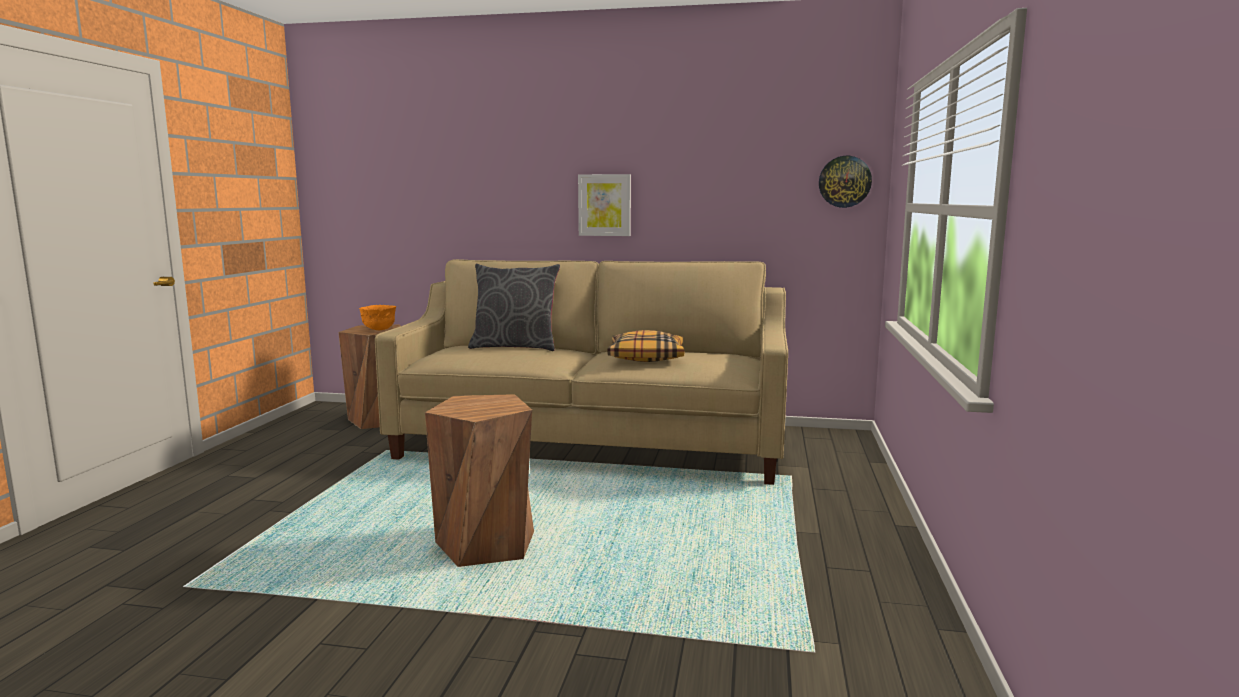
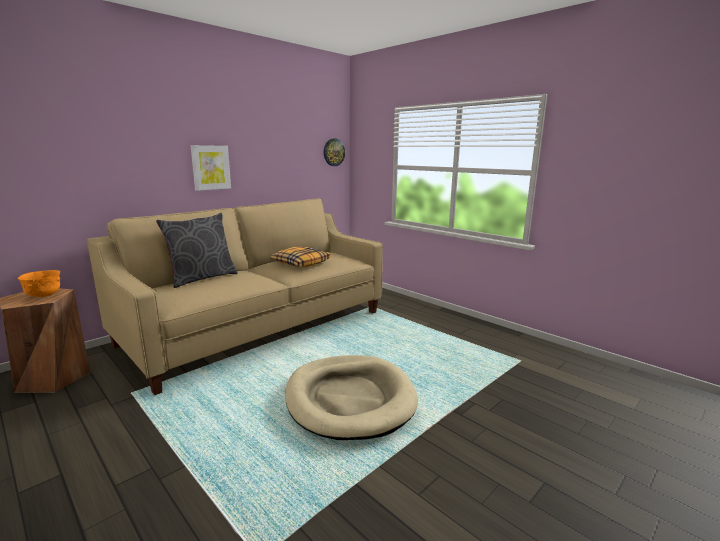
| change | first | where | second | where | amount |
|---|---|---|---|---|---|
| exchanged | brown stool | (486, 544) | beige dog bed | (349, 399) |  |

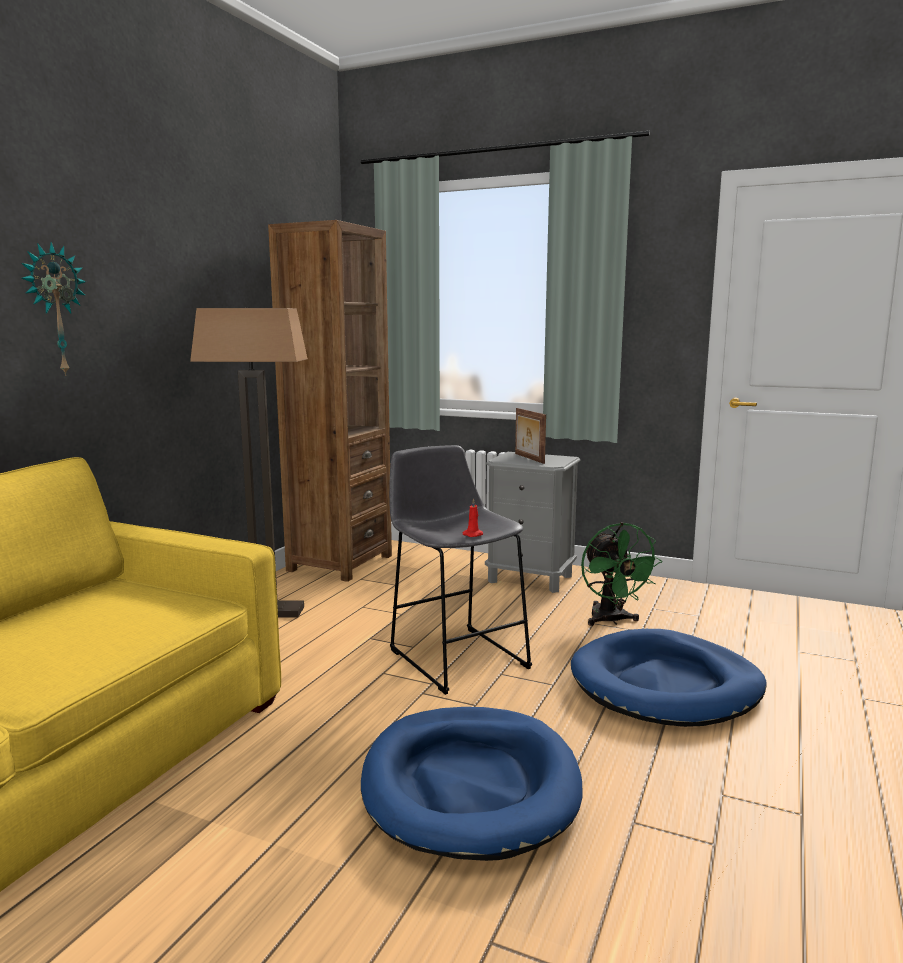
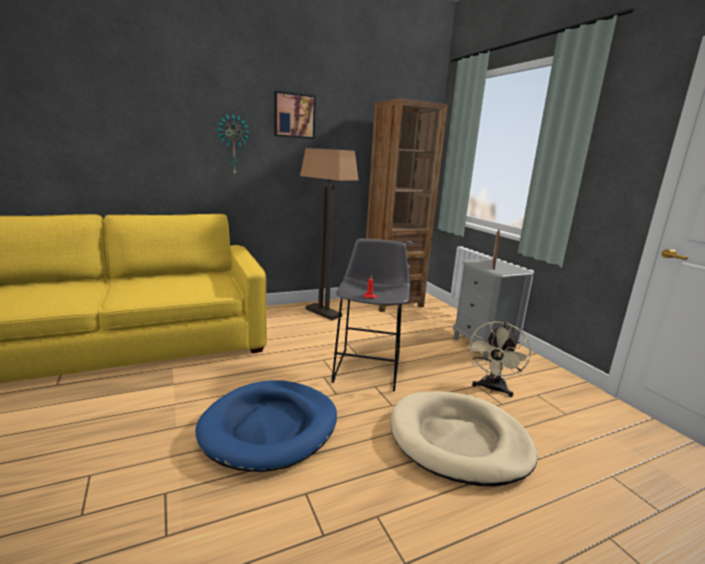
| change | first | where | second | where | amount |
|---|---|---|---|---|---|
| appeared |  |  | picture | (294, 116) |  |
| colour | blue dog bed | (666, 685) | beige dog bed | (459, 440) |  |
| colour | green fan | (611, 621) | beige fan | (492, 389) |  |

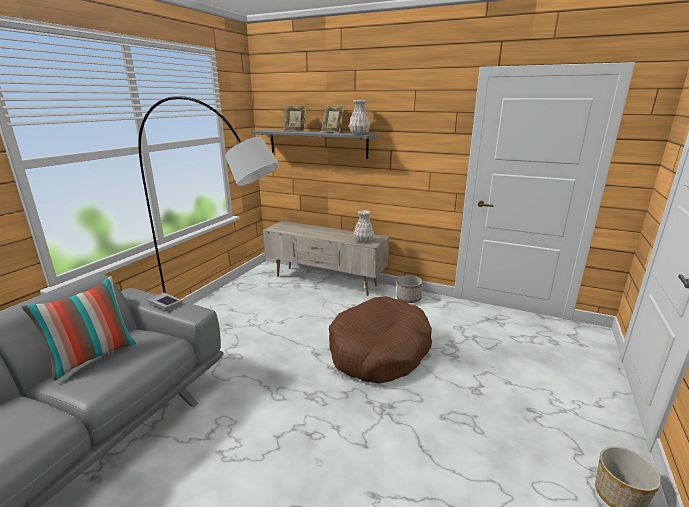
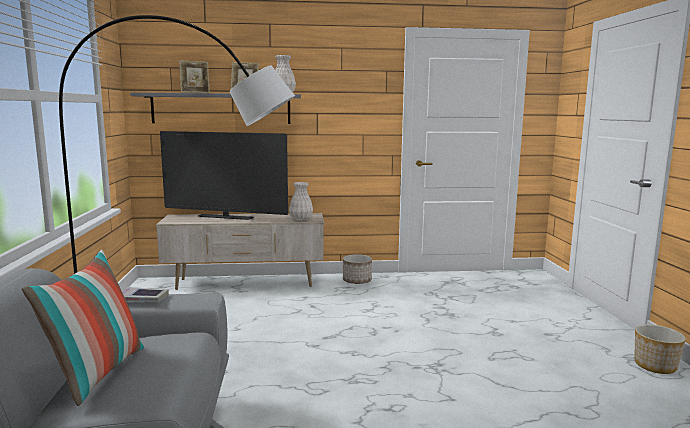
| change | first | where | second | where | amount |
|---|---|---|---|---|---|
| appeared |  |  | television | (225, 217) |  |
| missing | brown dog bed | (379, 351) |  |  |  |

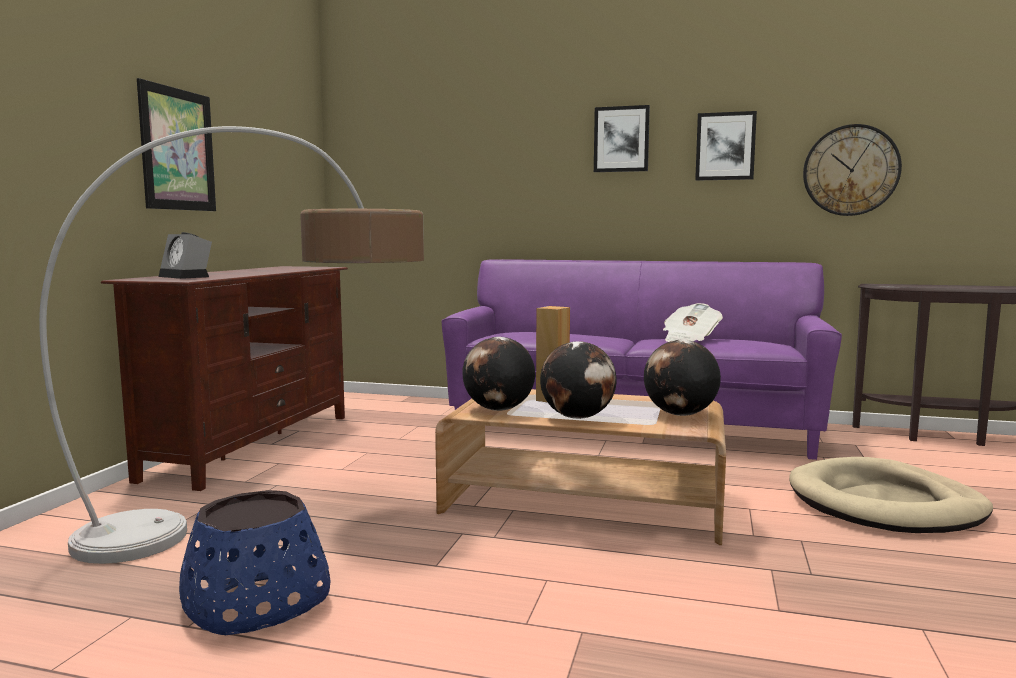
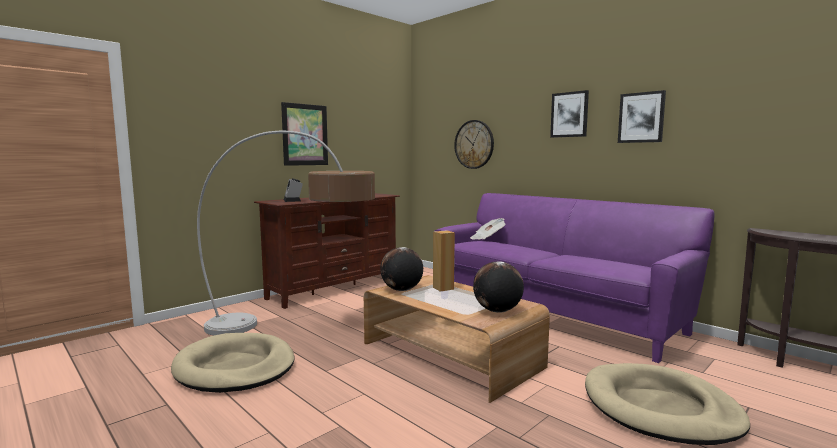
| change | first | where | second | where | amount |
|---|---|---|---|---|---|
| exchanged | blue planter | (256, 602) | beige dog bed | (235, 367) |  |
| relocated | wall clock | (850, 170) |  | (474, 144) |  |
| relocated | newspaper | (689, 339) |  | (487, 238) |  |
| missing | globe | (578, 417) |  |  |  |

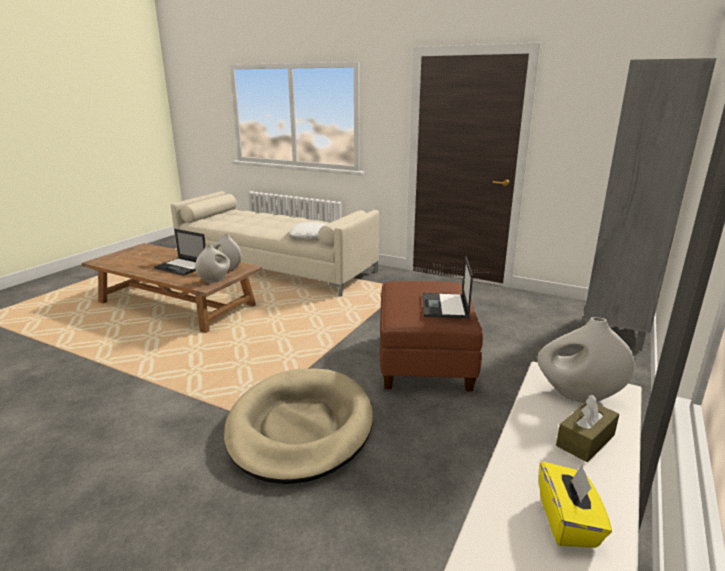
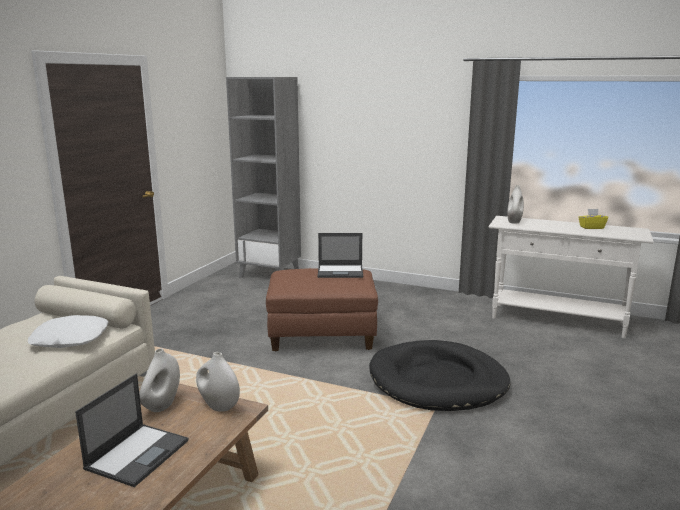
| change | first | where | second | where | amount |
|---|---|---|---|---|---|
| colour | beige dog bed | (300, 428) | black dog bed | (438, 381) |  |
| missing | brown tissue box | (585, 440) |  |  |  |

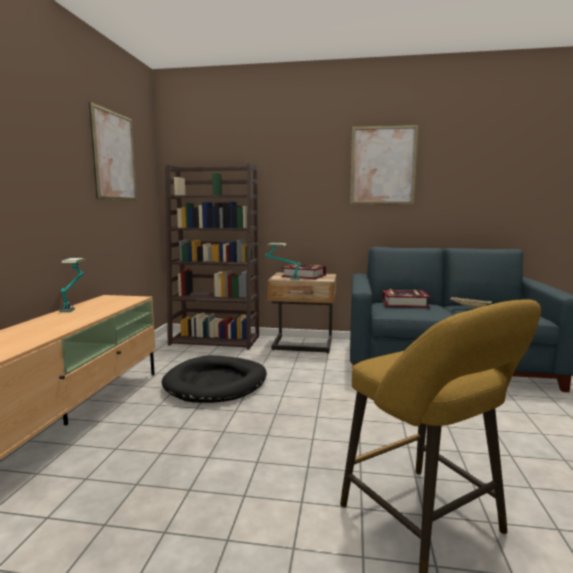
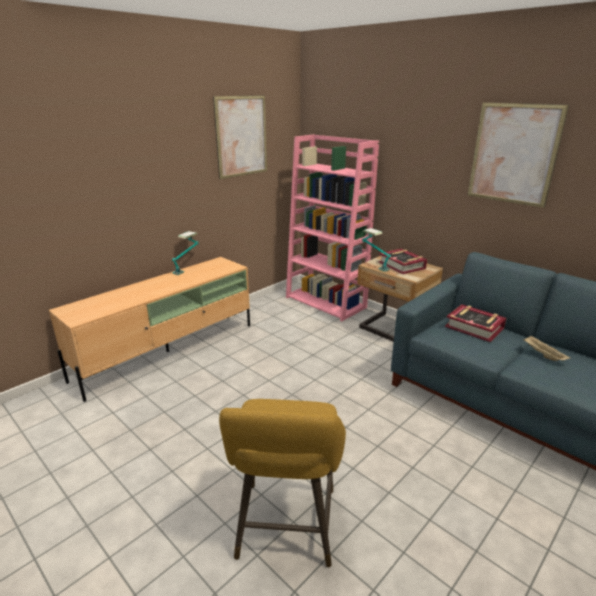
| change | first | where | second | where | amount |
|---|---|---|---|---|---|
| colour | brown bookcase | (216, 340) | pink bookcase | (326, 302) |  |
| missing | black dog bed | (216, 383) |  |  |  |

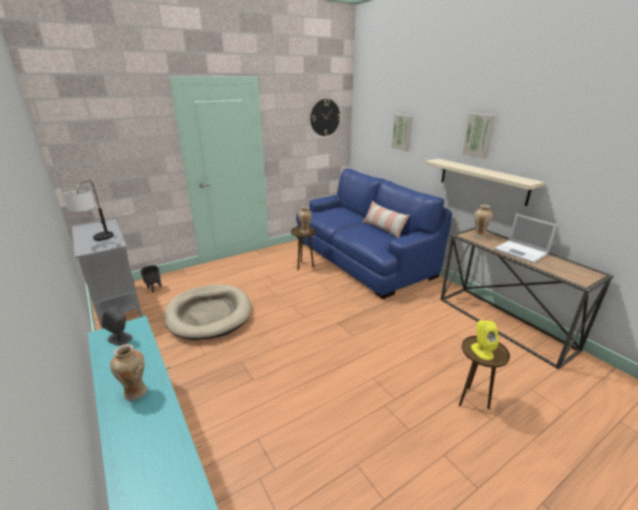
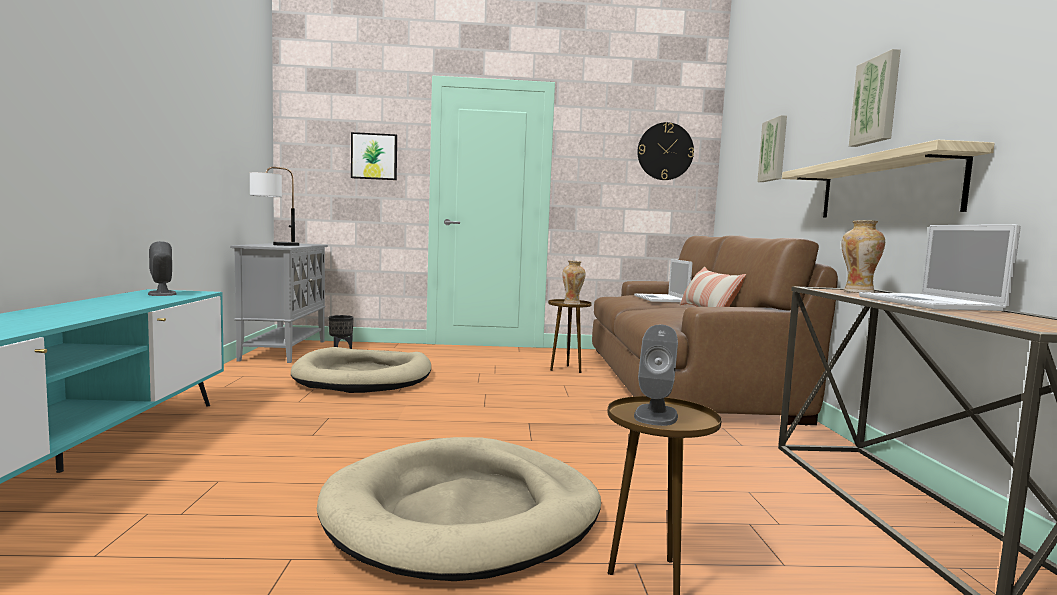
| change | first | where | second | where | amount |
|---|---|---|---|---|---|
| appeared |  |  | beige dog bed | (464, 514) |  |
| appeared |  |  | picture | (374, 156) |  |
| colour | blue sofa | (361, 257) | brown sofa | (681, 380) |  |
| appeared |  |  | laptop | (661, 299) |  |
| colour | yellow speaker | (481, 351) | grey speaker | (656, 415) |  |
| missing | vase | (136, 392) |  |  |  |

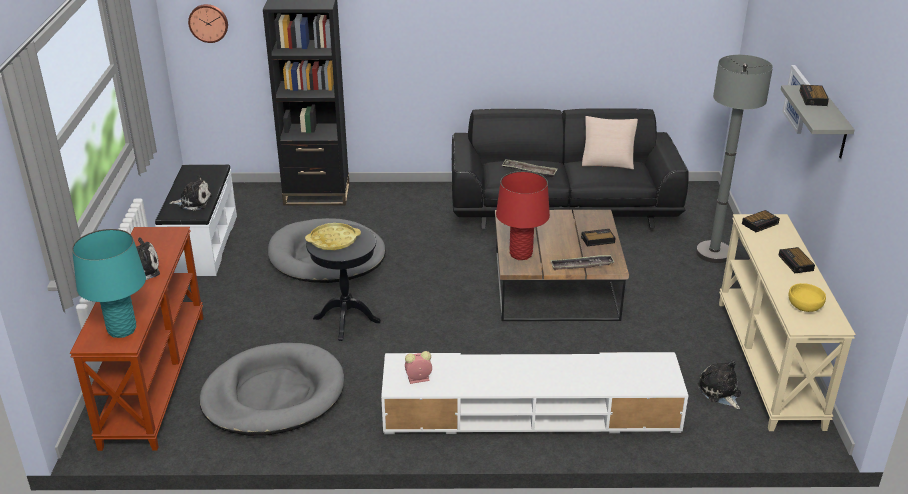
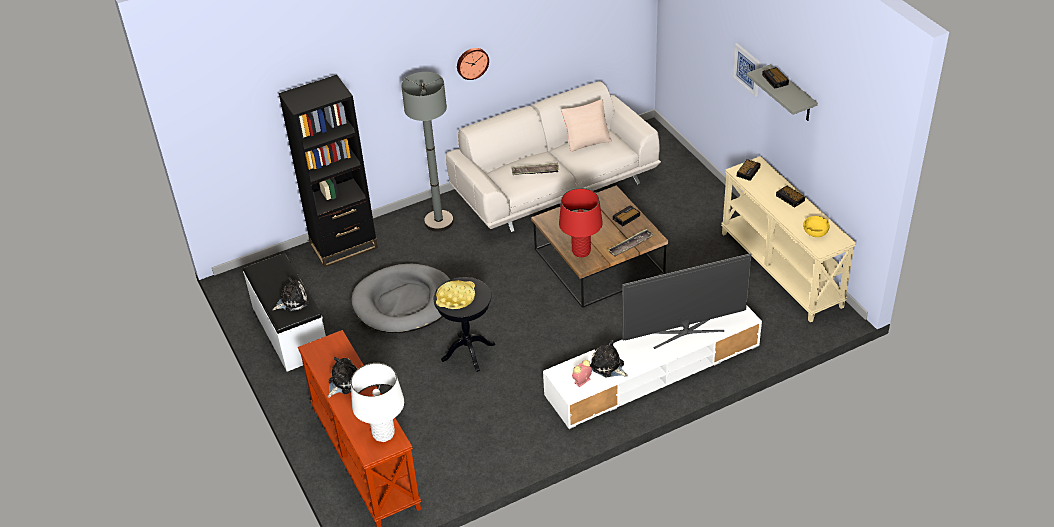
| change | first | where | second | where | amount |
|---|---|---|---|---|---|
| colour | turquoise table lamp | (122, 330) | white table lamp | (383, 434) |  |
| relocated | grey floor lamp | (713, 253) |  | (439, 222) |  |
| colour | black sofa | (562, 208) | white sofa | (554, 187) |  |
| relocated | wall clock | (208, 22) |  | (472, 63) |  |
| relocated | plush toy | (720, 392) |  | (608, 366) |  |
| appeared |  |  | television | (685, 331) |  |
| missing | grey dog bed | (273, 394) |  |  |  |

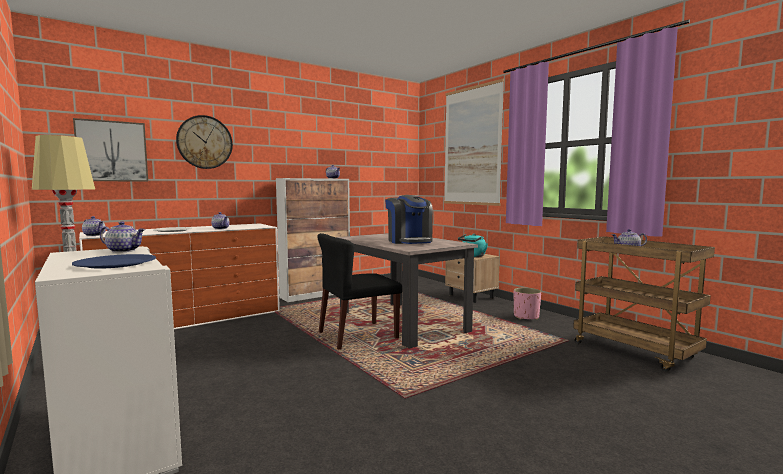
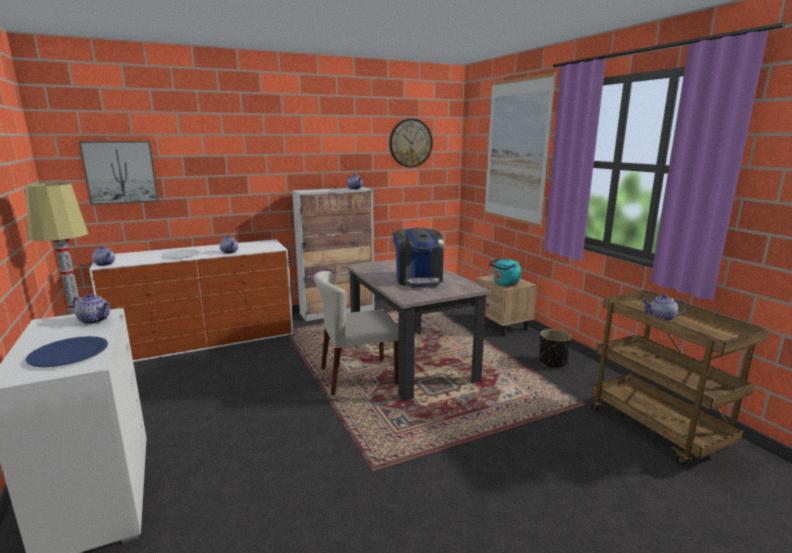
| change | first | where | second | where | amount |
|---|---|---|---|---|---|
| colour | black chair | (357, 336) | beige chair | (358, 377) |  |
| relocated | wall clock | (204, 142) |  | (410, 143) |  |
| colour | pink planter | (526, 317) | black planter | (552, 362) |  |

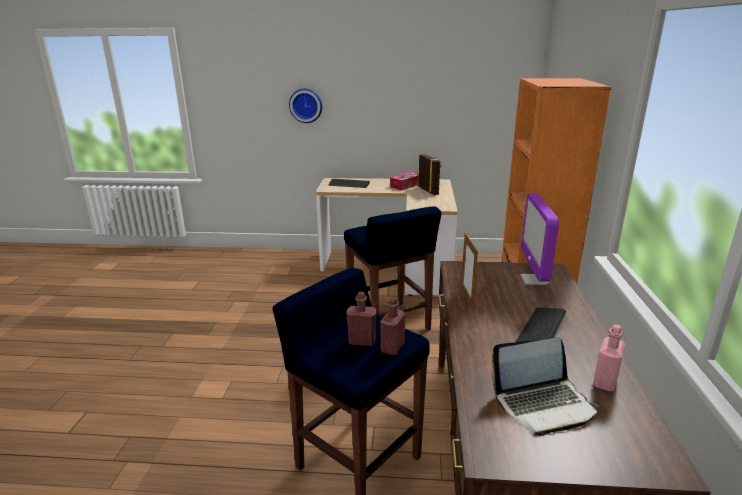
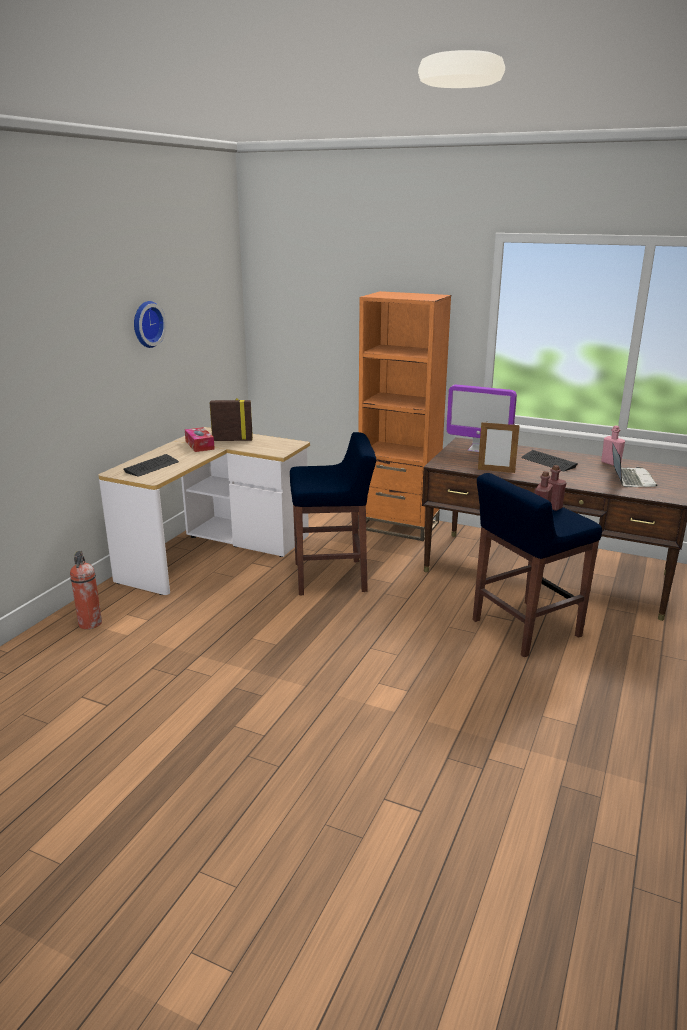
| change | first | where | second | where | amount |
|---|---|---|---|---|---|
| appeared |  |  | fire extinguisher | (90, 624) |  |
| relocated | wall clock | (306, 105) |  | (146, 324) |  |

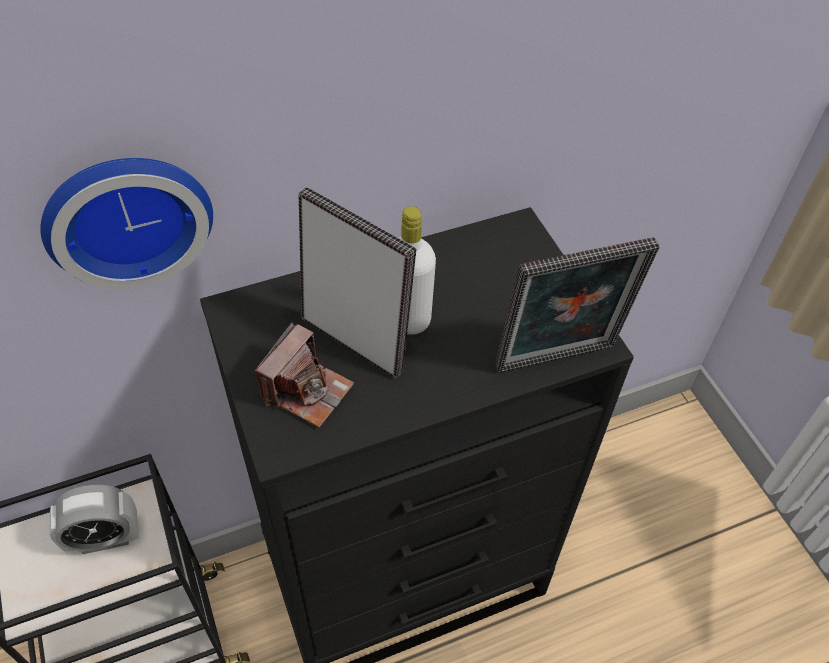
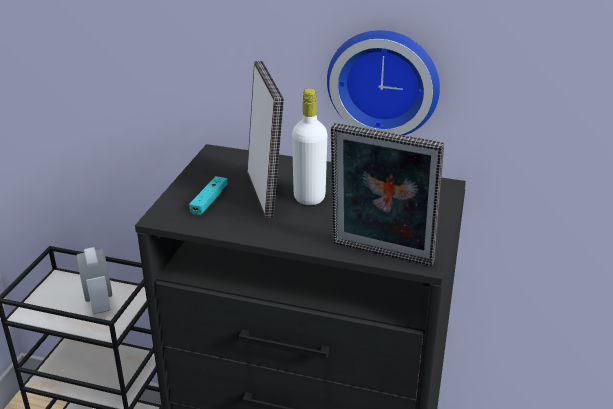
| change | first | where | second | where | amount |
|---|---|---|---|---|---|
| spun | alarm clock | (105, 539) |  | (99, 302) | 135 degrees counterclockwise |
| exchanged | photo camera | (307, 390) | turquoise game controller | (209, 201) |  |
| relocated | wall clock | (127, 215) |  | (384, 81) |  |

